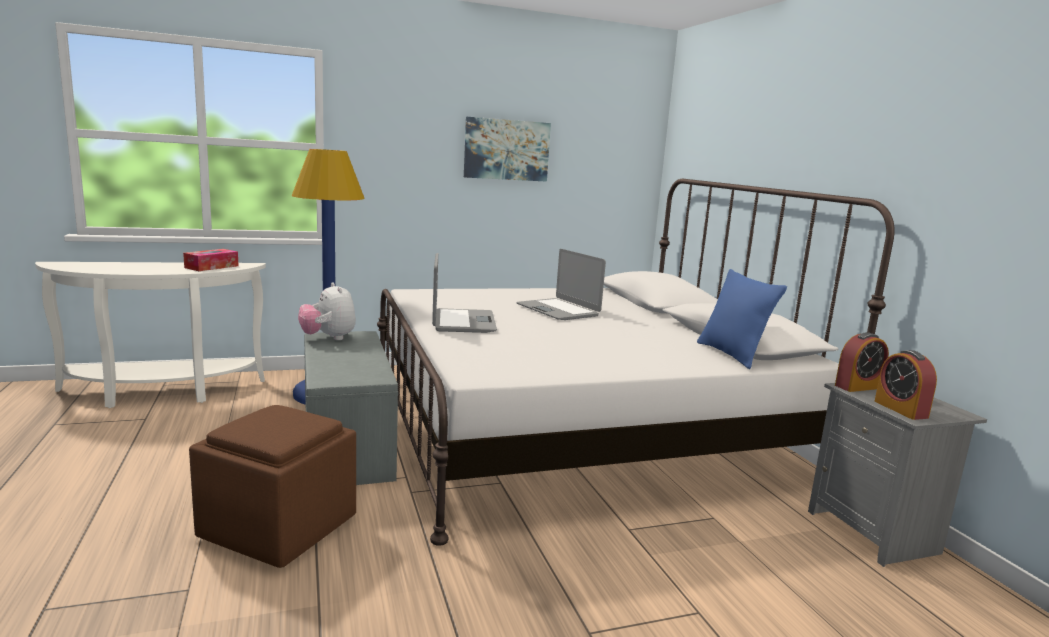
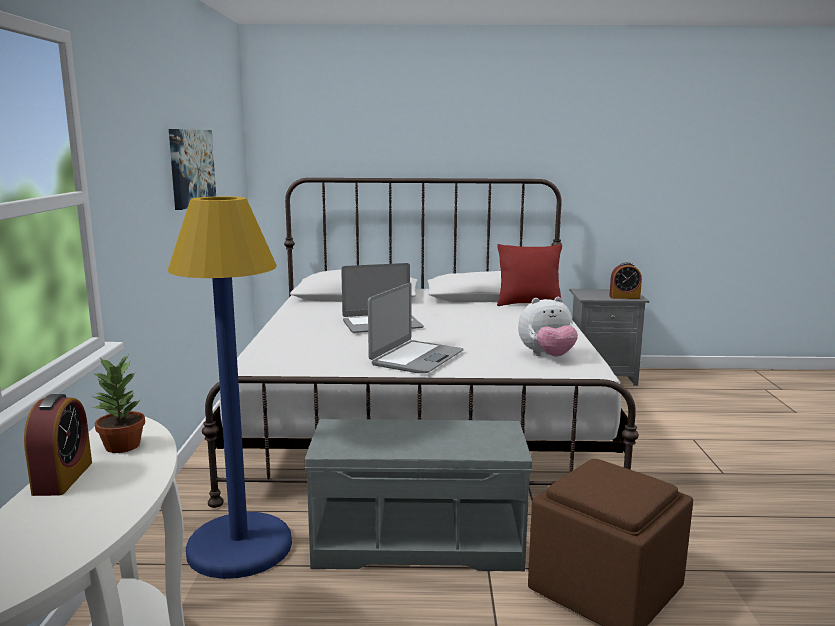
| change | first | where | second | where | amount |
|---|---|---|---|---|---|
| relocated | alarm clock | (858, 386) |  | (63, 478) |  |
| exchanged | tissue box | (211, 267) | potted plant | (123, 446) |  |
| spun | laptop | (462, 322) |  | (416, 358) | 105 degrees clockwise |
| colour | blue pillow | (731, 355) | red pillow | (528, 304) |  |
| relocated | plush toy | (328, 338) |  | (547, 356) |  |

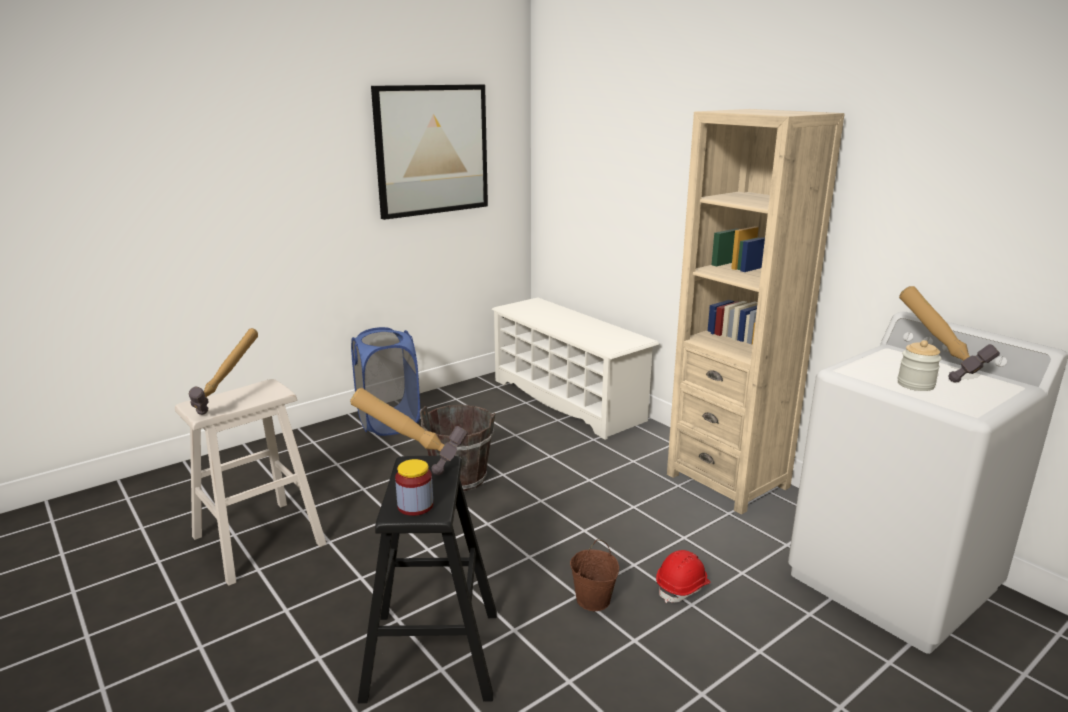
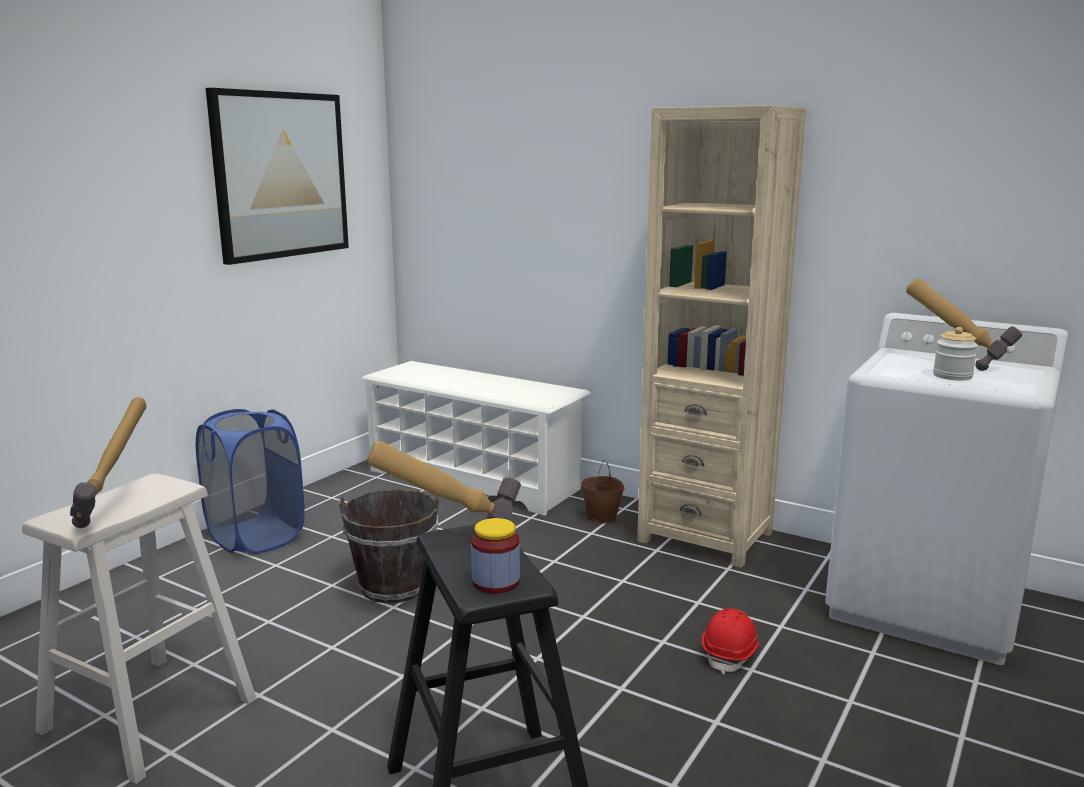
| change | first | where | second | where | amount |
|---|---|---|---|---|---|
| relocated | brown bucket | (593, 600) |  | (602, 518) |  |

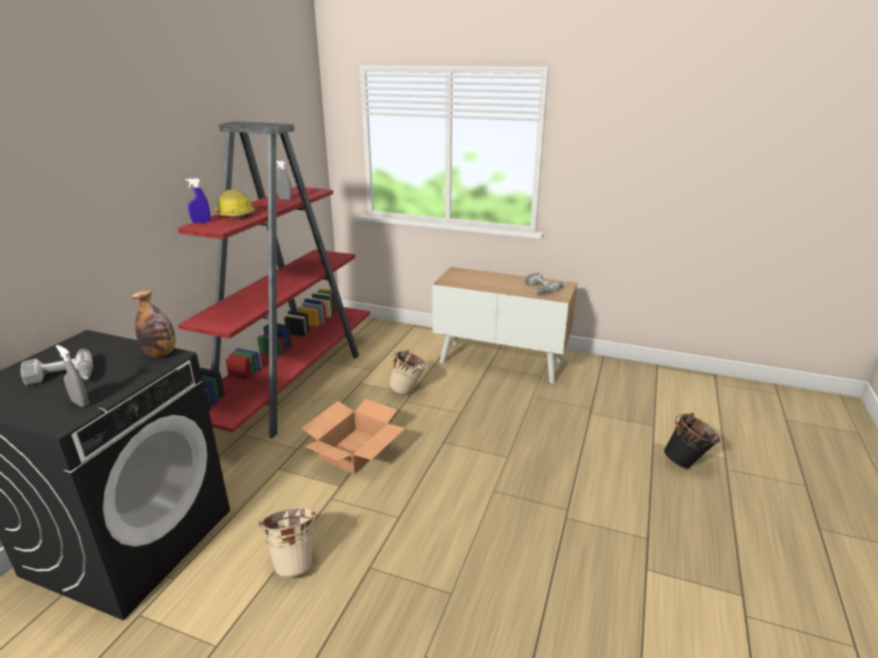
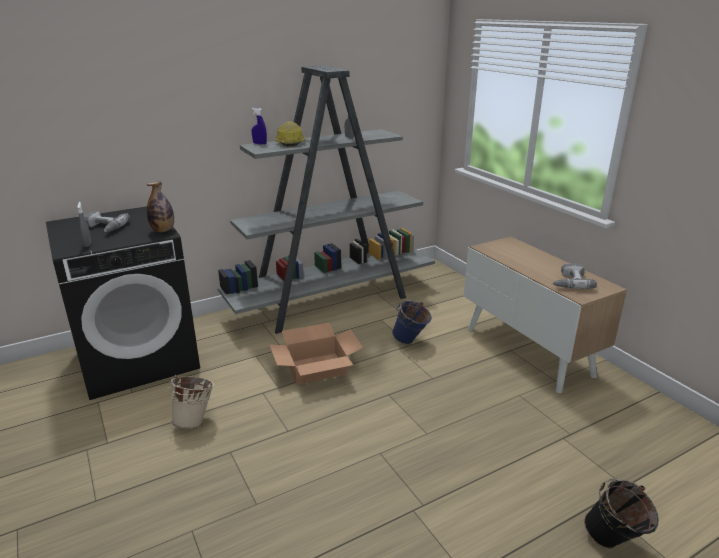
| change | first | where | second | where | amount |
|---|---|---|---|---|---|
| colour | red bookcase | (292, 384) | grey bookcase | (332, 301) |  |
| colour | beige bucket | (408, 391) | blue bucket | (411, 341) |  |

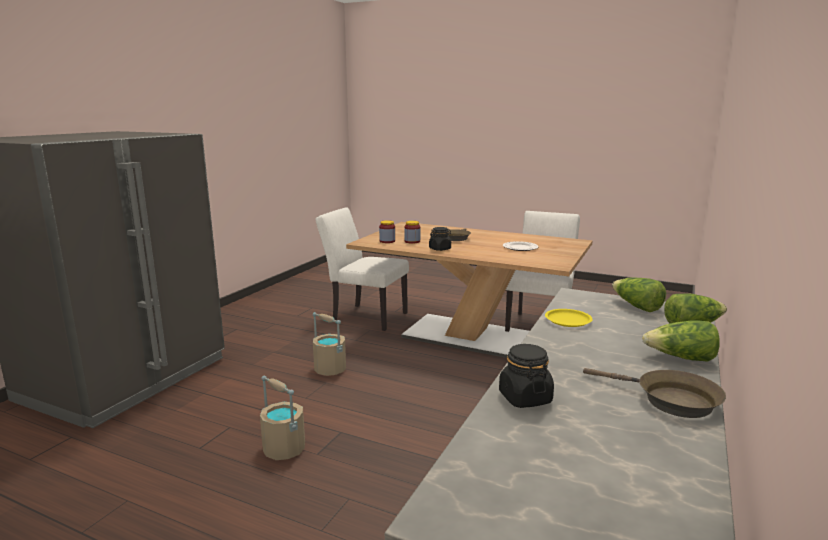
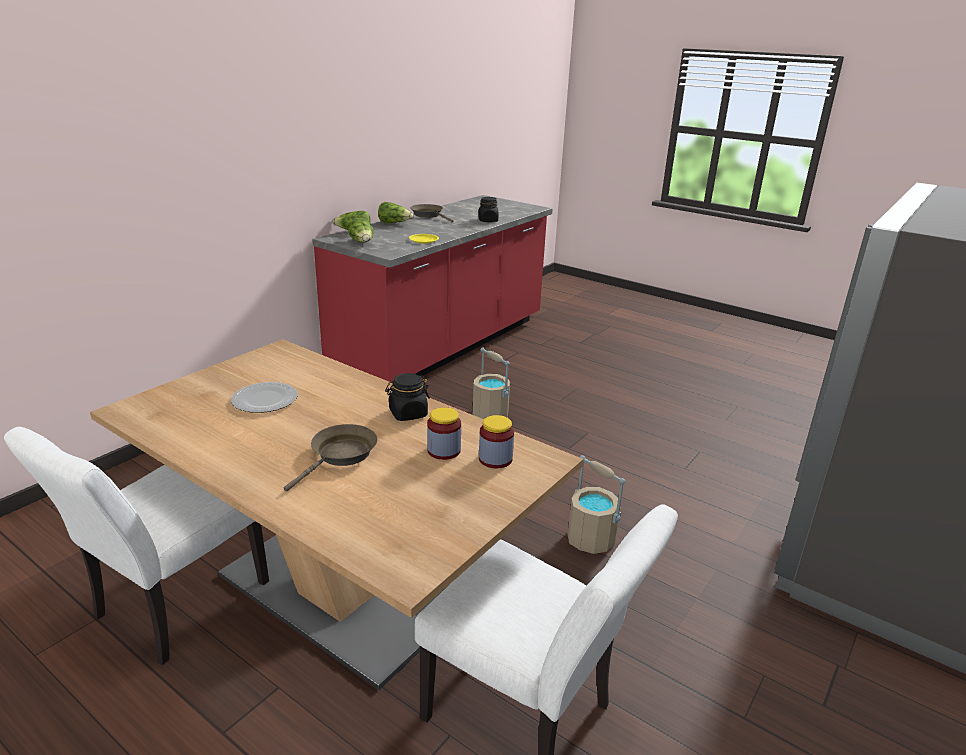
| change | first | where | second | where | amount |
|---|---|---|---|---|---|
| relocated | beige bucket | (283, 449) |  | (490, 414) |  |

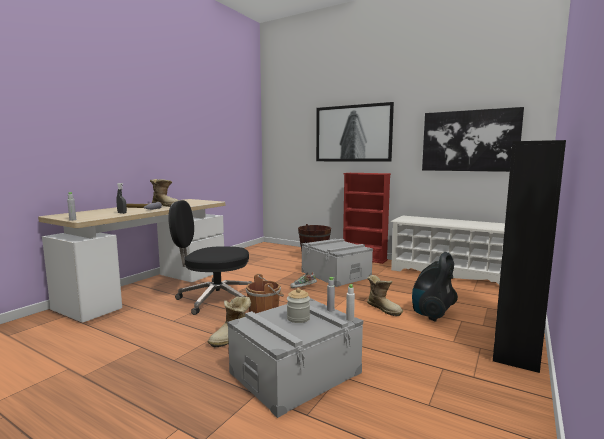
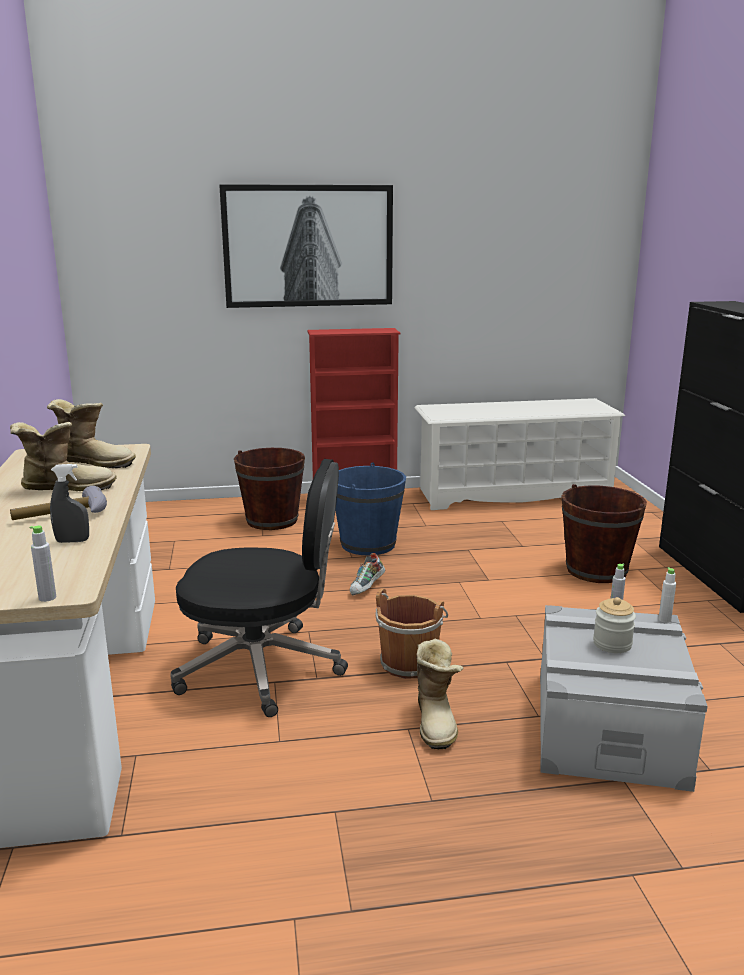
| change | first | where | second | where | amount |
|---|---|---|---|---|---|
| relocated | boot | (384, 309) |  | (95, 462) |  |
| spun | black office chair | (214, 299) |  | (263, 668) | 135 degrees counterclockwise |
| exchanged | grey storage box | (335, 274) | blue bucket | (368, 544) |  |
| exchanged | vacuum cleaner | (432, 313) | brown bucket | (596, 570) |  |
| missing | picture | (469, 141) |  |  |  |

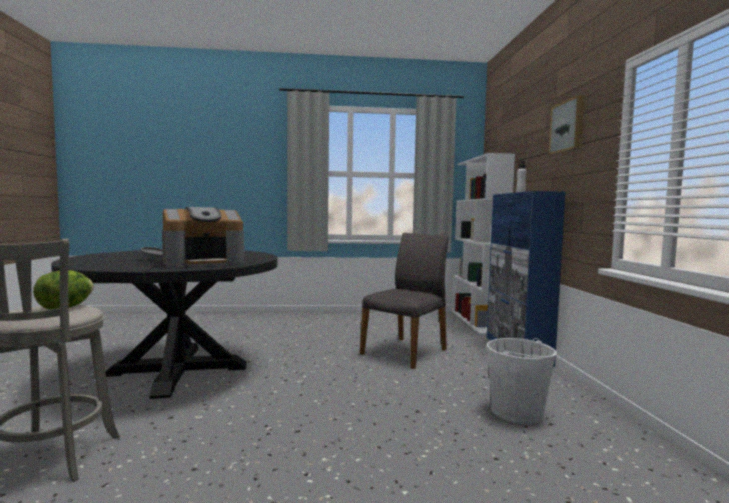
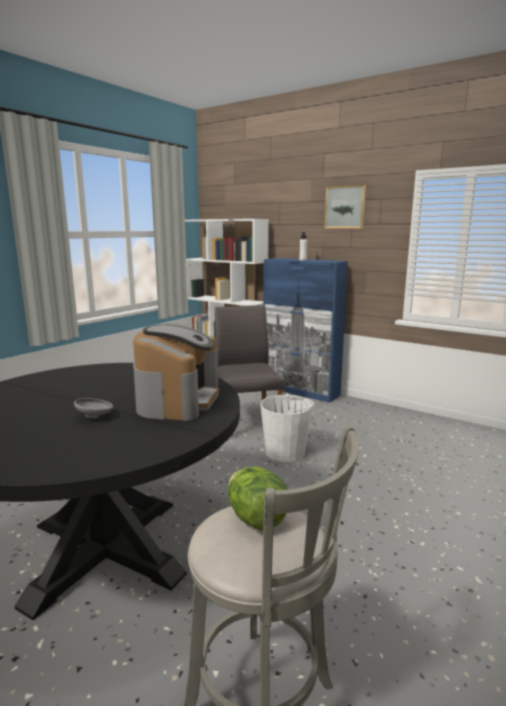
| change | first | where | second | where | amount |
|---|---|---|---|---|---|
| relocated | white bucket | (517, 412) |  | (285, 452) |  |

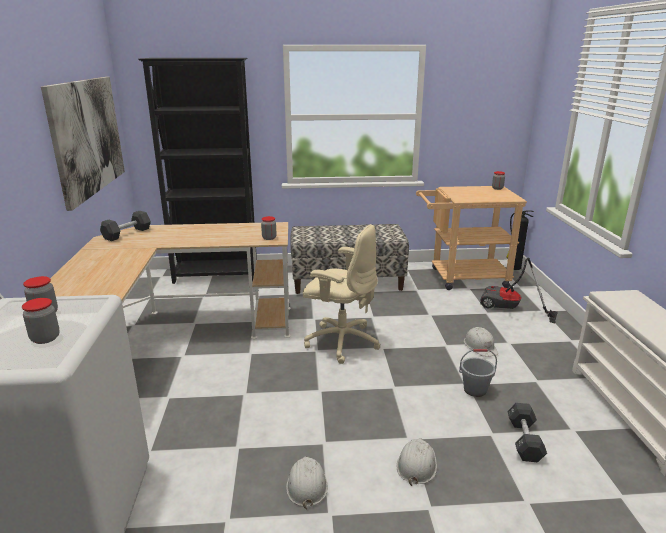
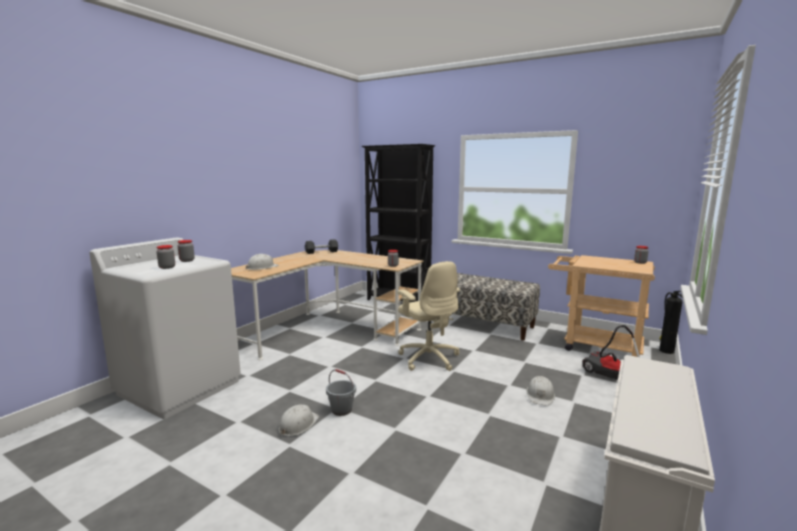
| change | first | where | second | where | amount |
|---|---|---|---|---|---|
| relocated | white hard hat | (416, 465) |  | (262, 267) |  |
| relocated | grey bucket | (475, 390) |  | (342, 410) |  |
| missing | picture | (87, 137) |  |  |  |
| missing | black dumbbell | (524, 440) |  |  |  |

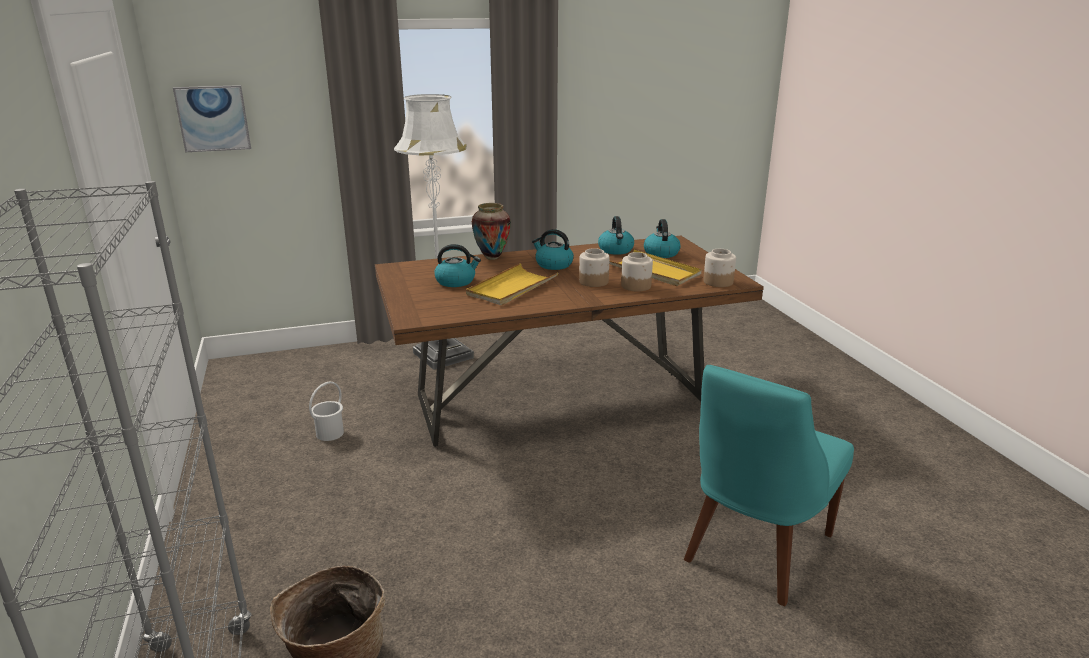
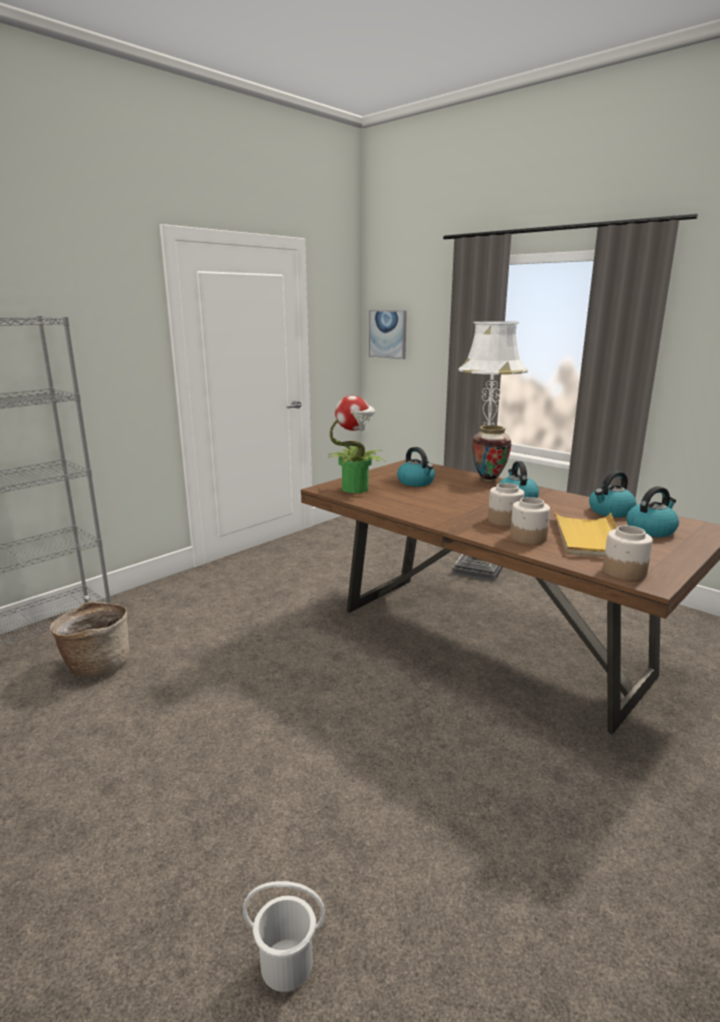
| change | first | where | second | where | amount |
|---|---|---|---|---|---|
| relocated | white bucket | (329, 433) |  | (286, 963) |  |
| appeared |  |  | potted plant | (356, 489) |  |
| missing | yellow tray | (511, 288) |  |  |  |
| missing | turquoise chair | (754, 550) |  |  |  |

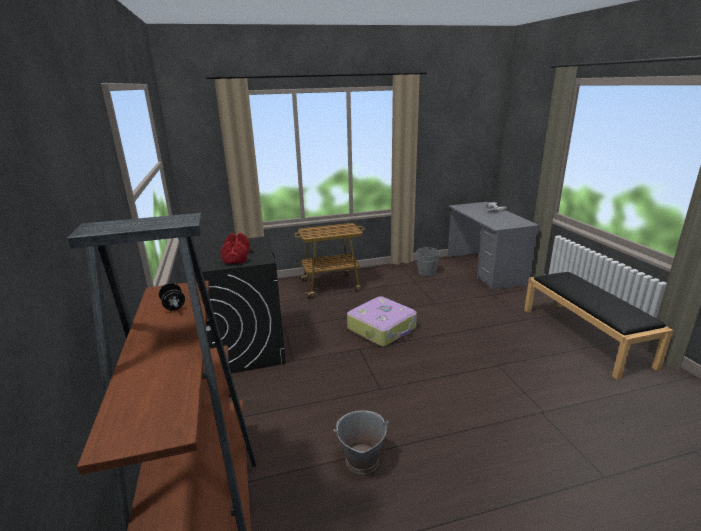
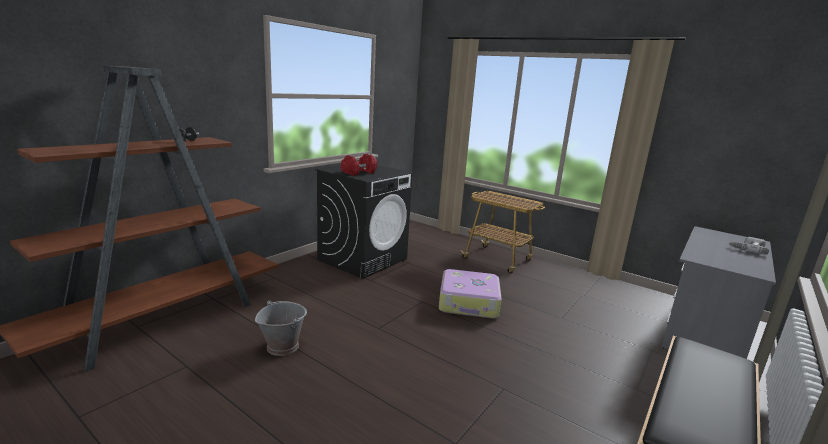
| change | first | where | second | where | amount |
|---|---|---|---|---|---|
| missing | grey bucket | (426, 272) |  |  |  |

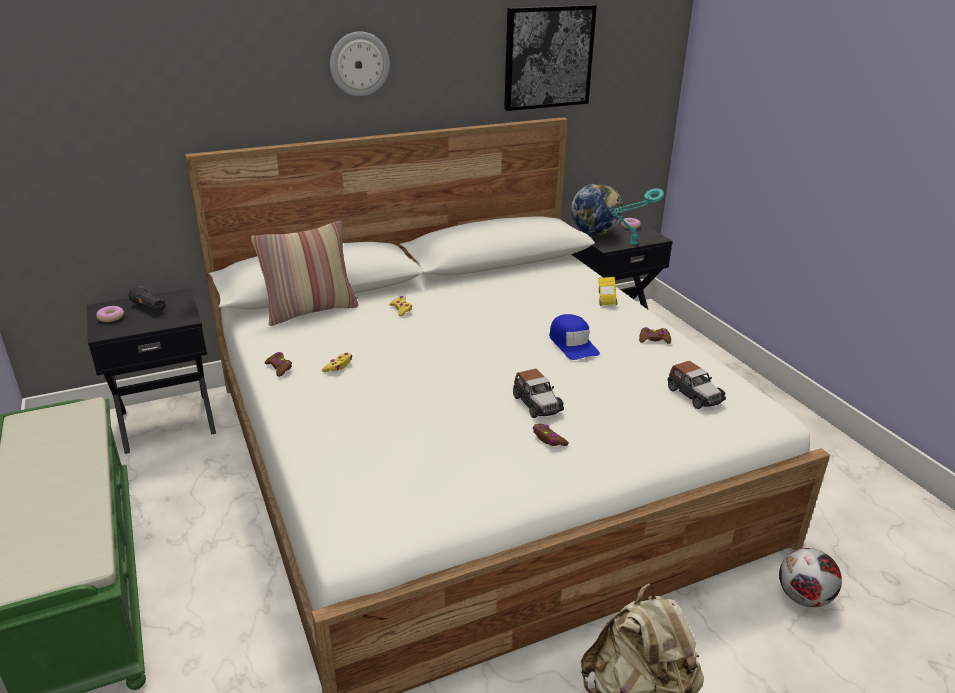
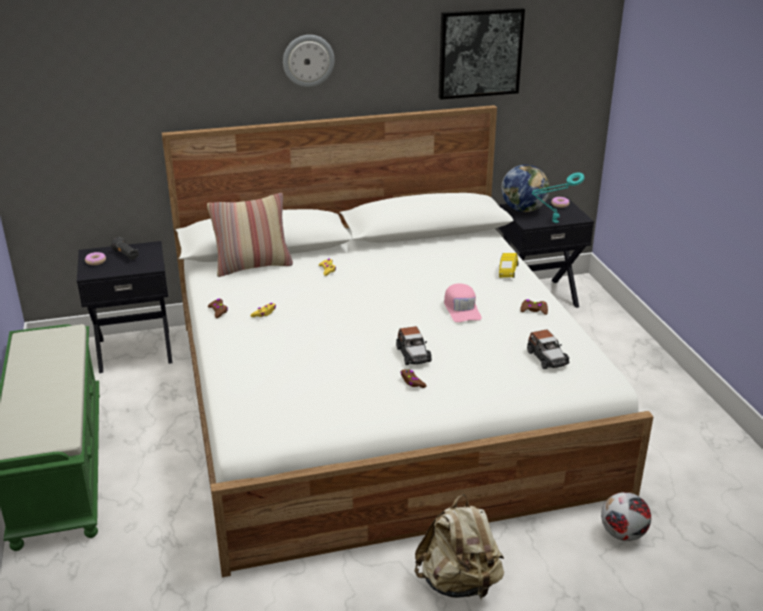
| change | first | where | second | where | amount |
|---|---|---|---|---|---|
| colour | blue cap | (572, 344) | pink cap | (461, 309) |  |

